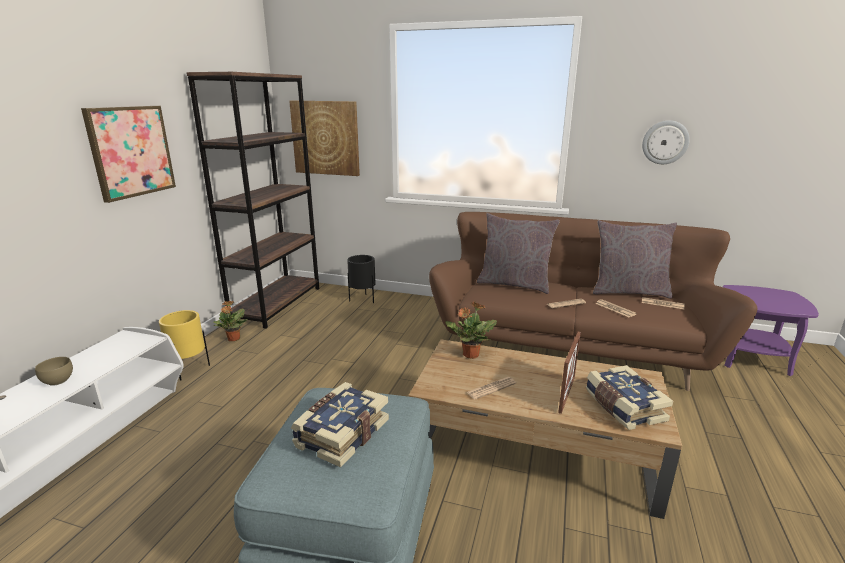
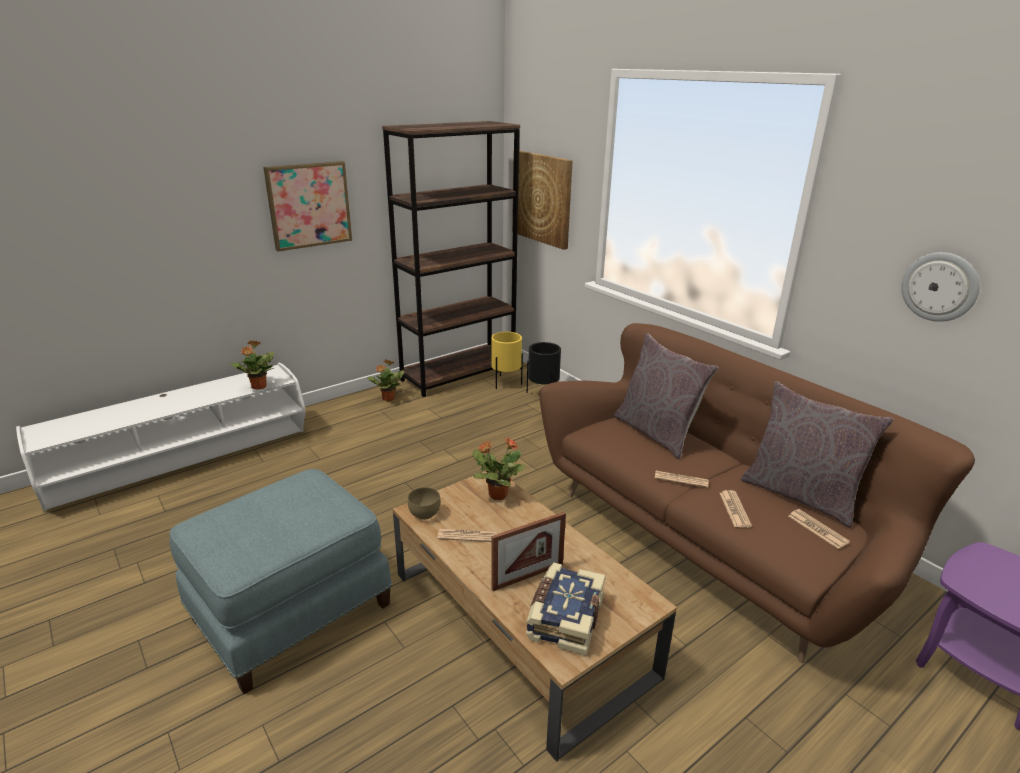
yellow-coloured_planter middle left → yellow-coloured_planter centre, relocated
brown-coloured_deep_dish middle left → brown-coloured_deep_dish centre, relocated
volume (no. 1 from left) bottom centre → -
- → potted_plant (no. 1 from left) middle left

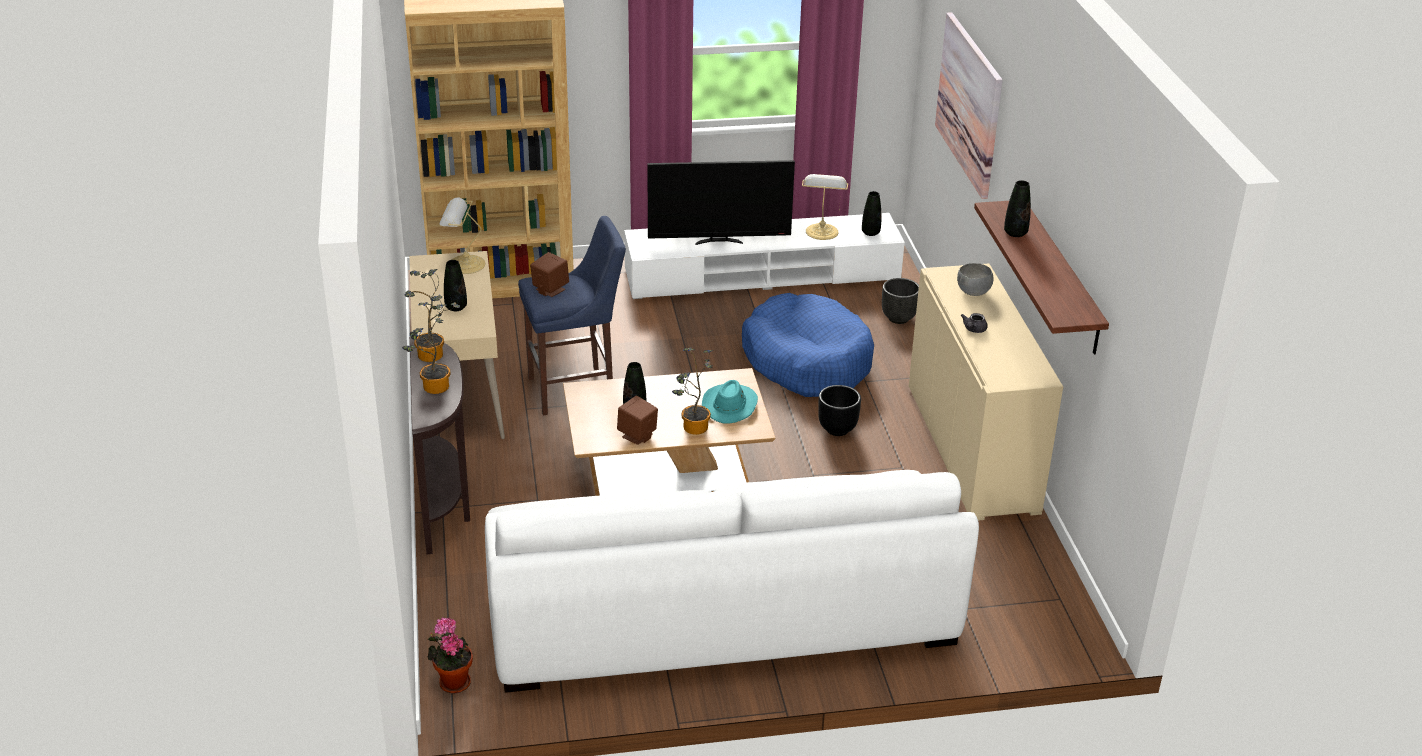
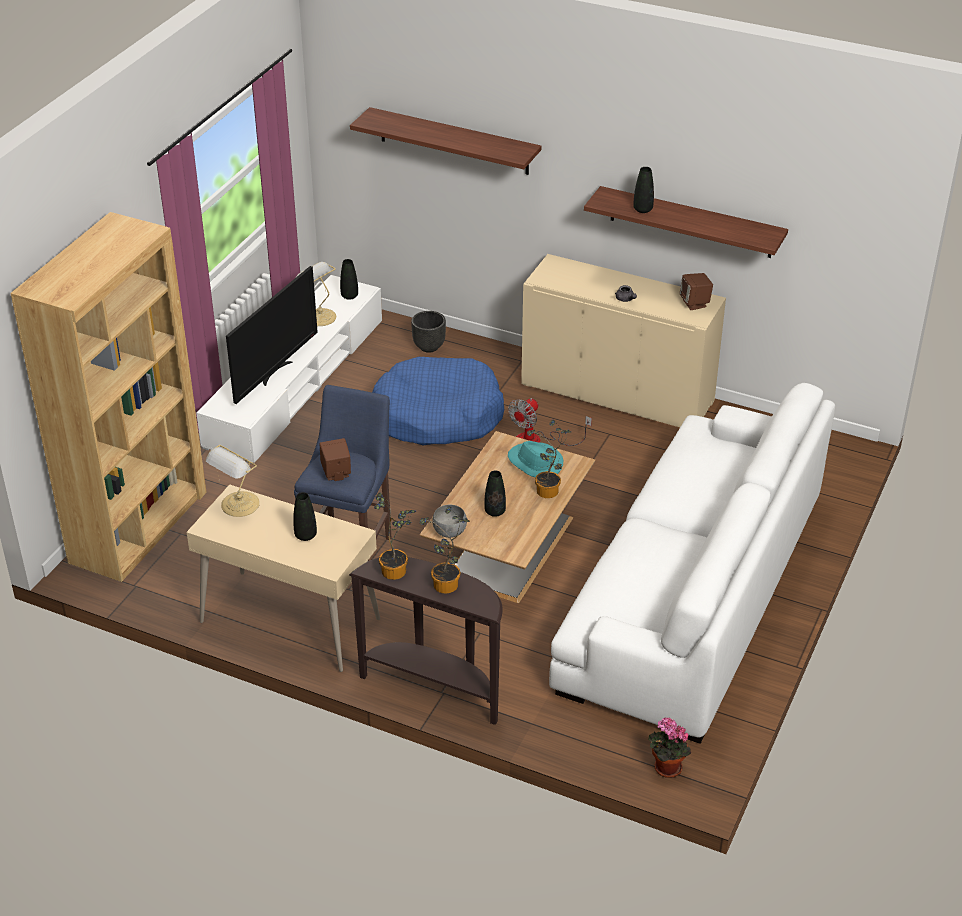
picture top right → wall_shelf (no. 1 from left) top centre
gray_deep_dish middle right → gray_deep_dish centre, relocated
blackish_planter (no. 1 from left) centre → electric_fan centre
brown-coloured_loudspeaker (no. 2 from left) centre → brown-coloured_loudspeaker (no. 2 from left) top right, relocated

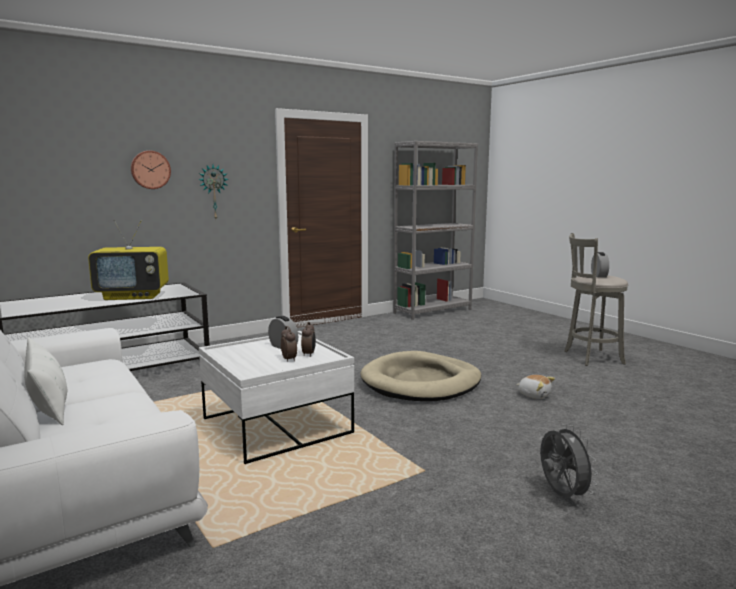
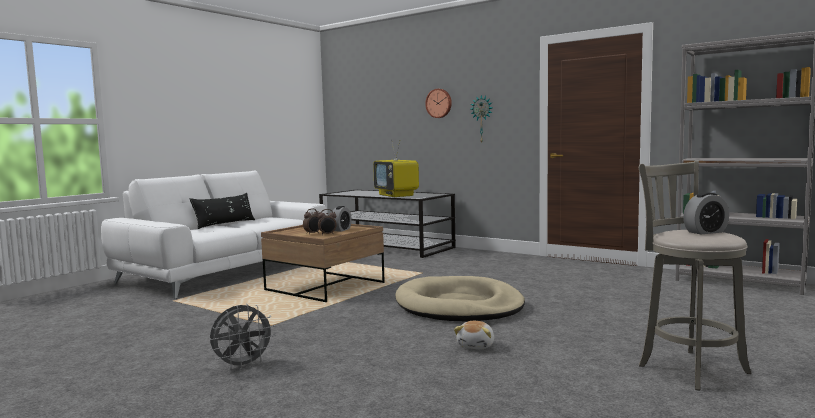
whitish_lounge_table bottom centre → brown-coloured_lounge_table centre
whitish_pillow middle left → blackish_pillow middle left

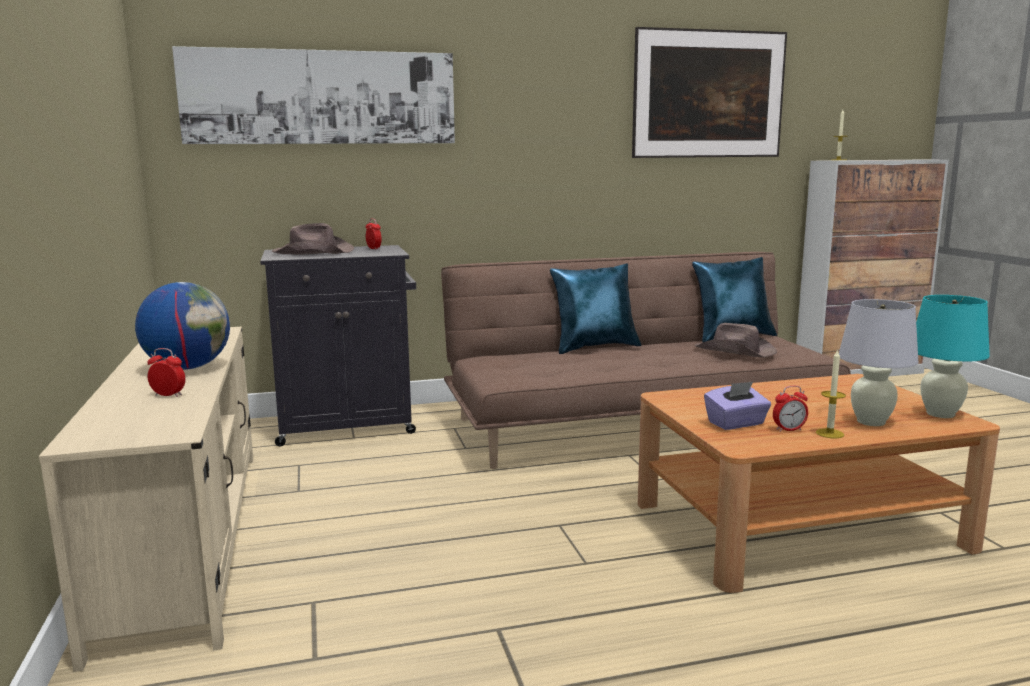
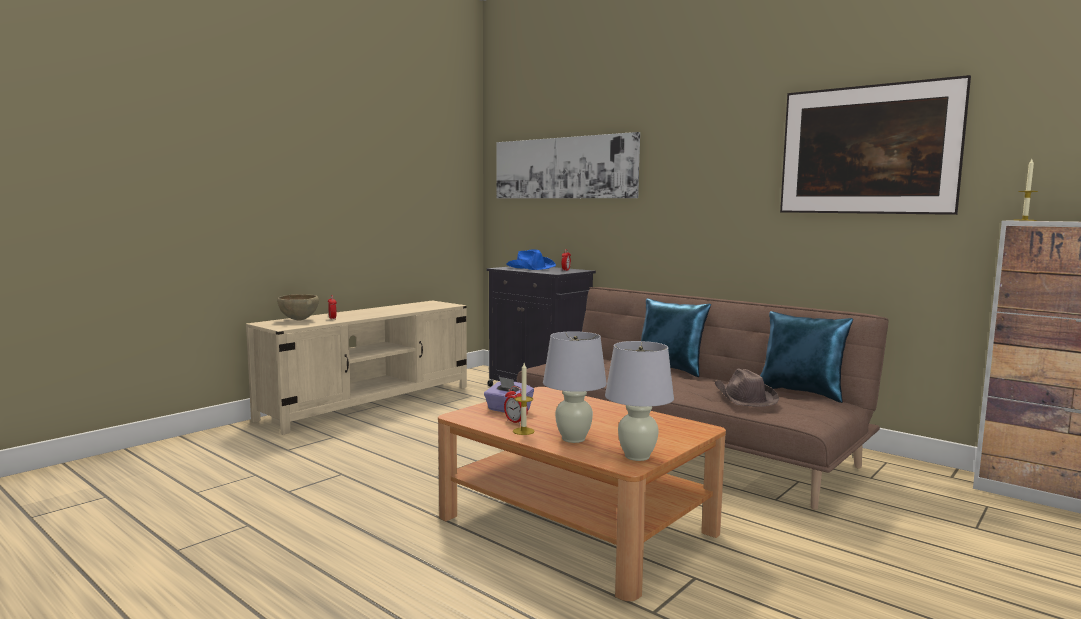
brown-coloured_wearable_hat (no. 1 from left) middle left → bluish_wearable_hat centre
world_globe middle left → -
blue-green_tabletop_lamp middle right → whitish_tabletop_lamp (no. 2 from left) centre
- → brown-coloured_deep_dish middle left

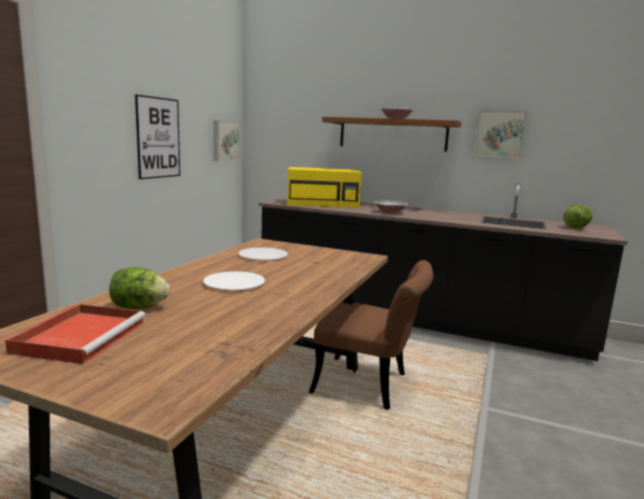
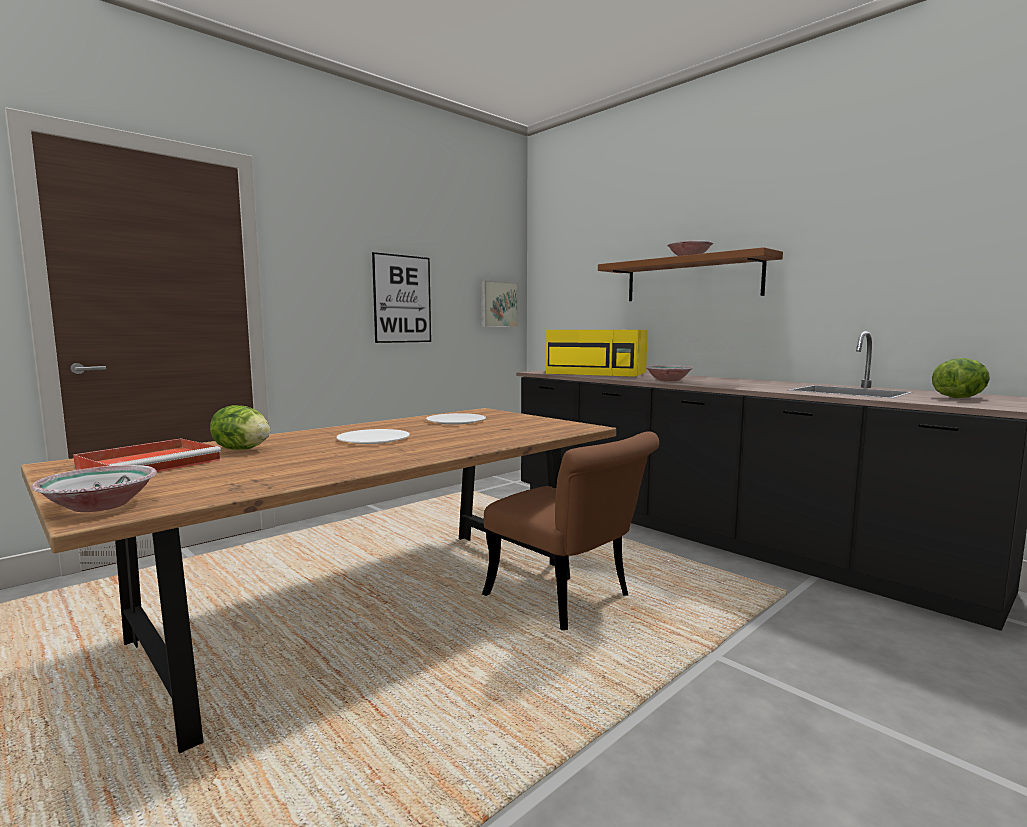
picture (no. 3 from left) top right → -
- → deep_dish (no. 1 from left) middle left

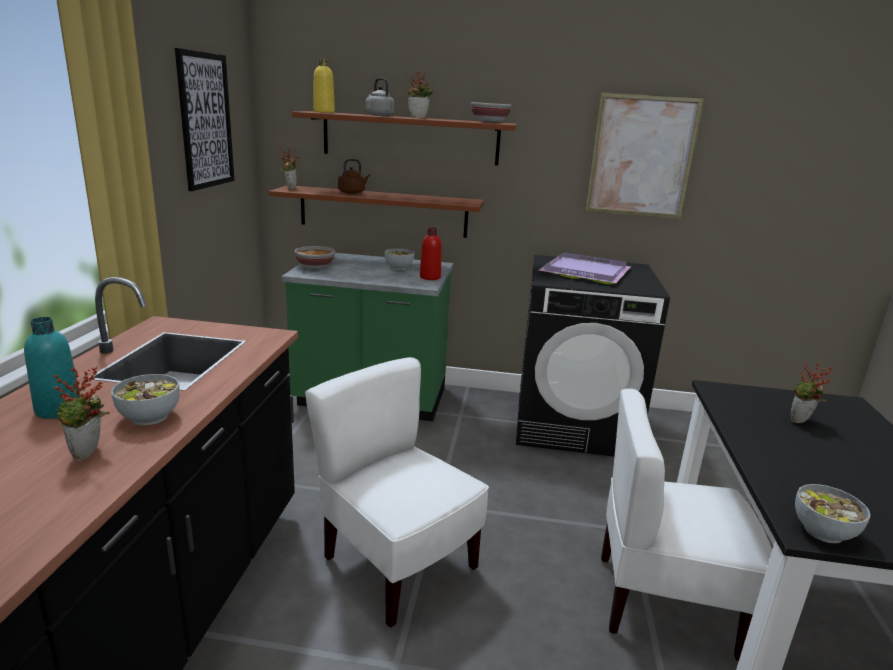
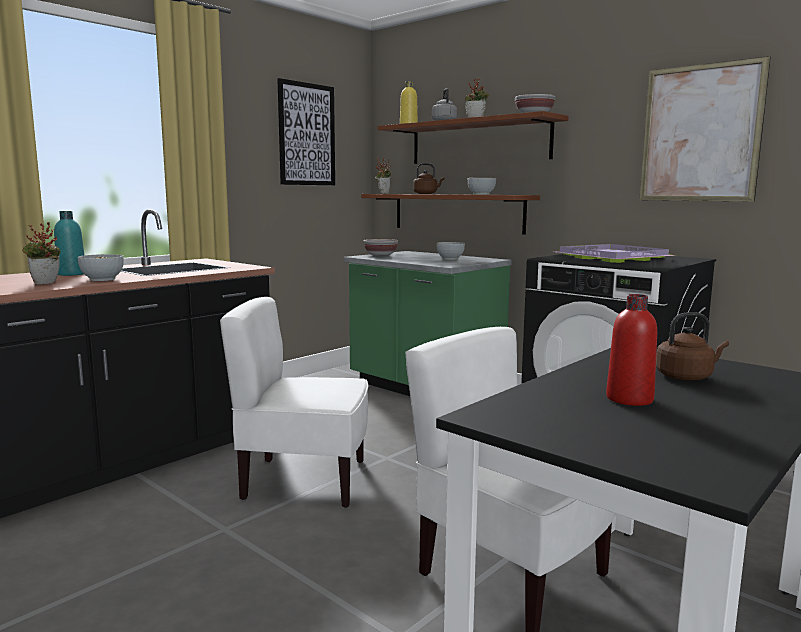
red_bottle centre → red_bottle middle right, relocated
whitish_plain_chair (no. 1 from left) bottom centre → whitish_plain_chair (no. 1 from left) centre, 75 degrees counterclockwise
potted_plant (no. 4 from left) middle right → brown-coloured_tea_kettle (no. 2 from left) middle right
deep_dish (no. 5 from left in the first image) bottom right → deep_dish (no. 4 from left) top centre, relocated

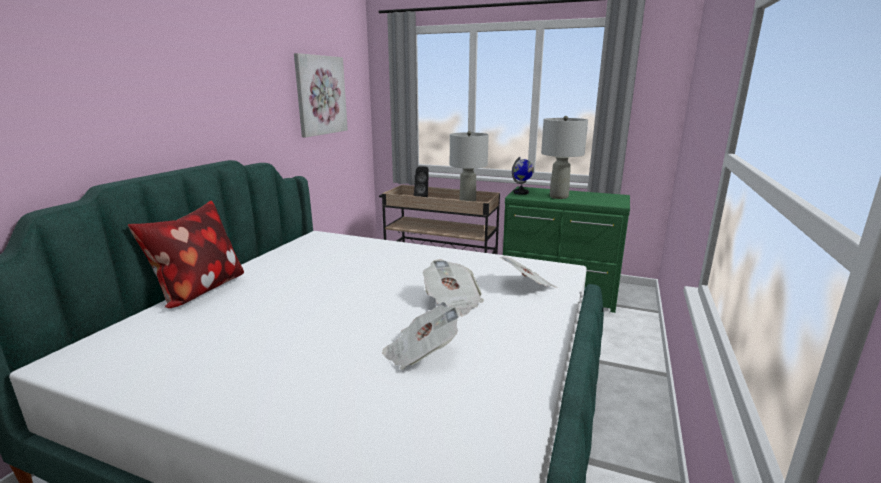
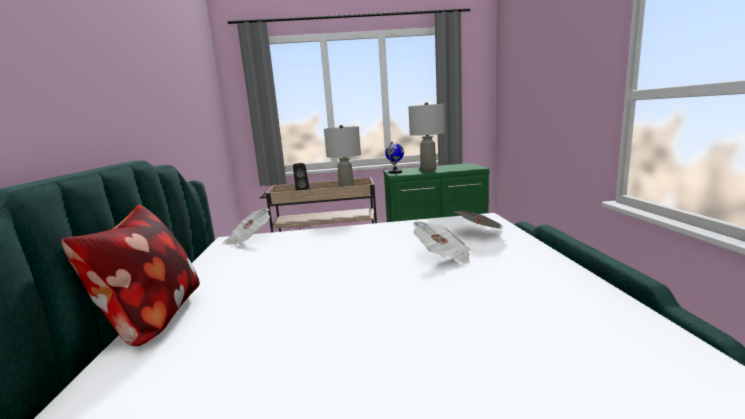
picture top centre → -
printed_paper (no. 1 from left) bottom centre → printed_paper (no. 1 from left) middle left, relocated

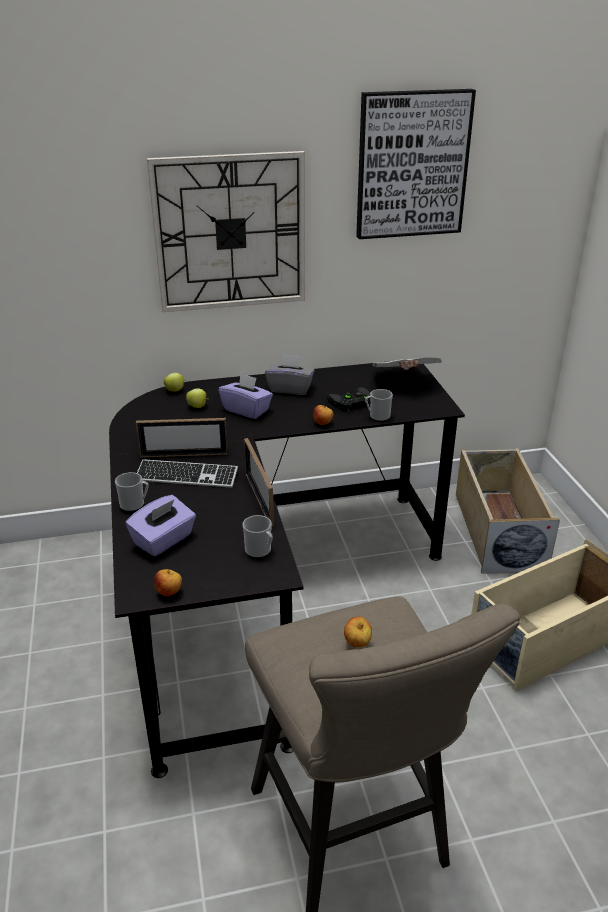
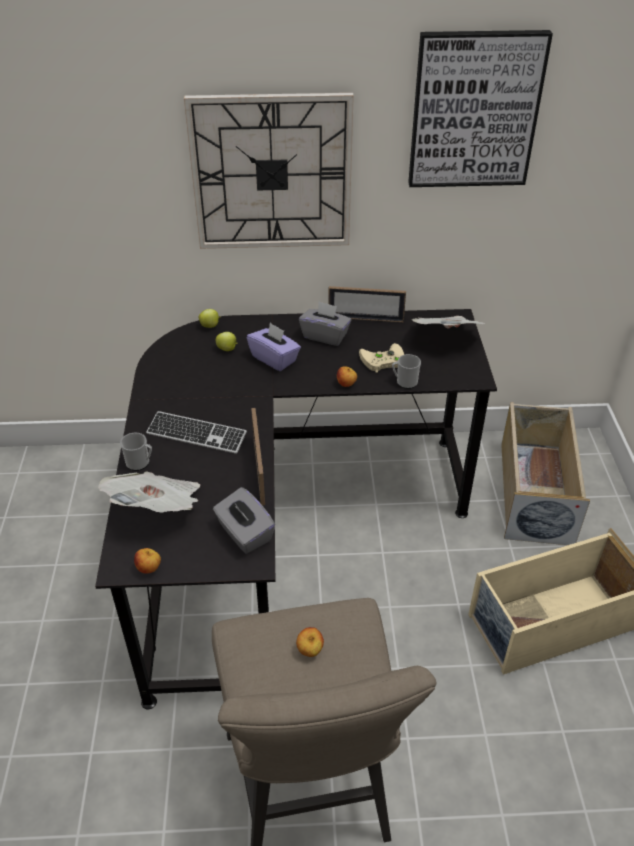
blackish_joypad centre → sand-coloured_joypad centre
picture_frame (no. 1 from left in the first image) middle left → picture_frame (no. 2 from left) centre, relocated
purple_box_of_tissues (no. 1 from left) middle left → printed_paper (no. 1 from left) middle left
coffee_mug (no. 2 from left) centre → gray_box_of_tissues (no. 1 from left) centre

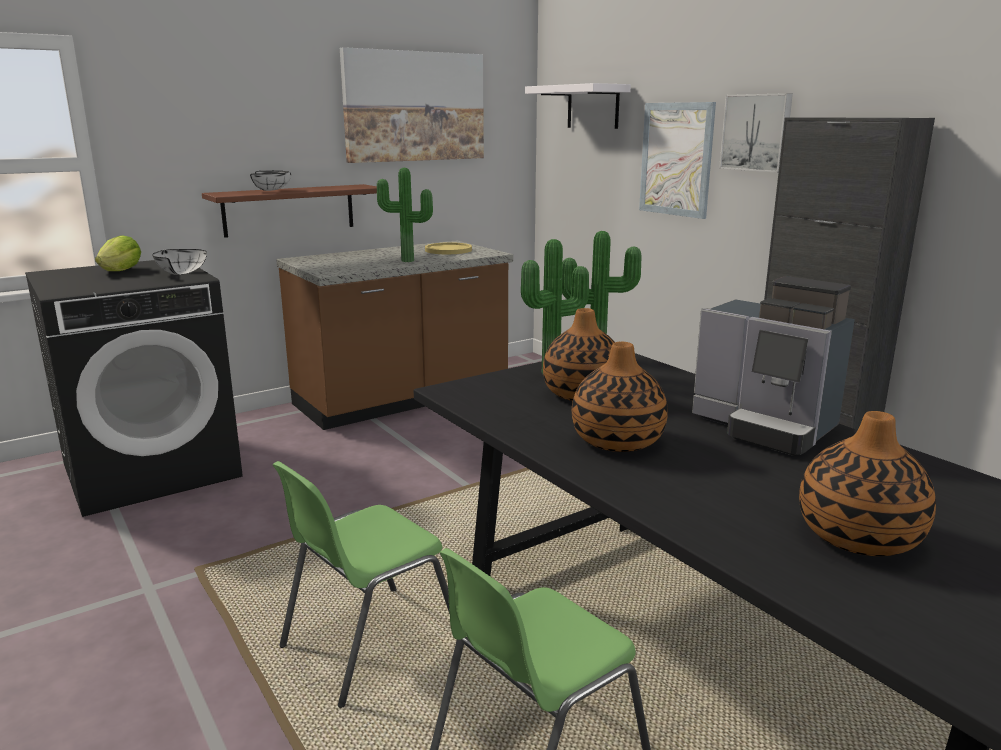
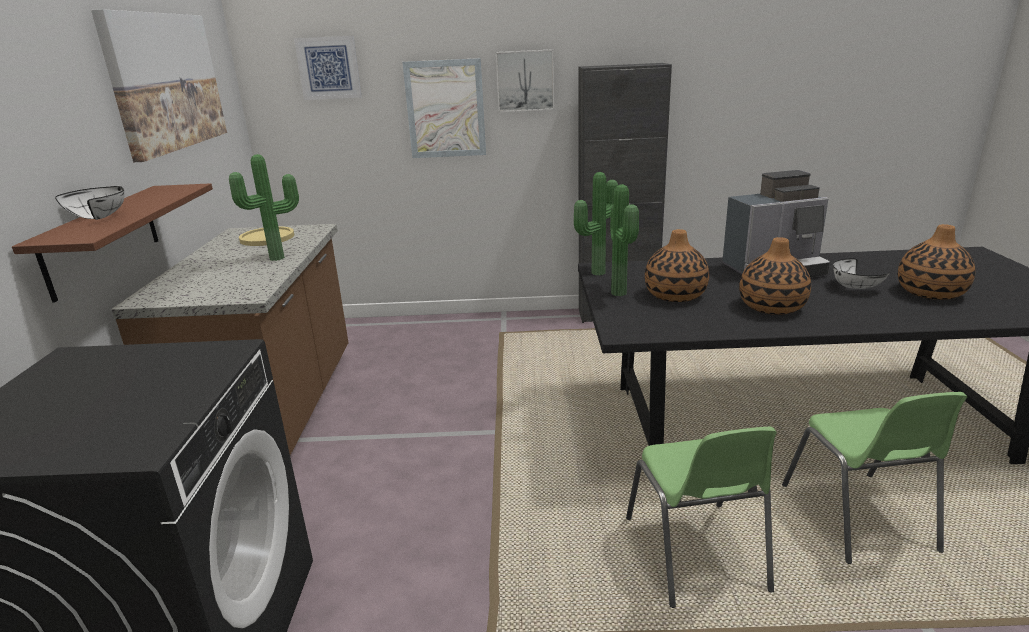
whitish_wall_shelf top centre → picture (no. 2 from left) top left
lettuce middle left → -
whitish_deep_dish (no. 1 from left in the first image) middle left → whitish_deep_dish (no. 2 from left) middle right, relocated

